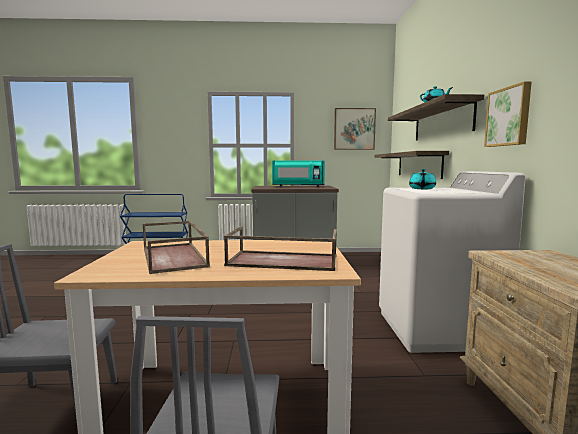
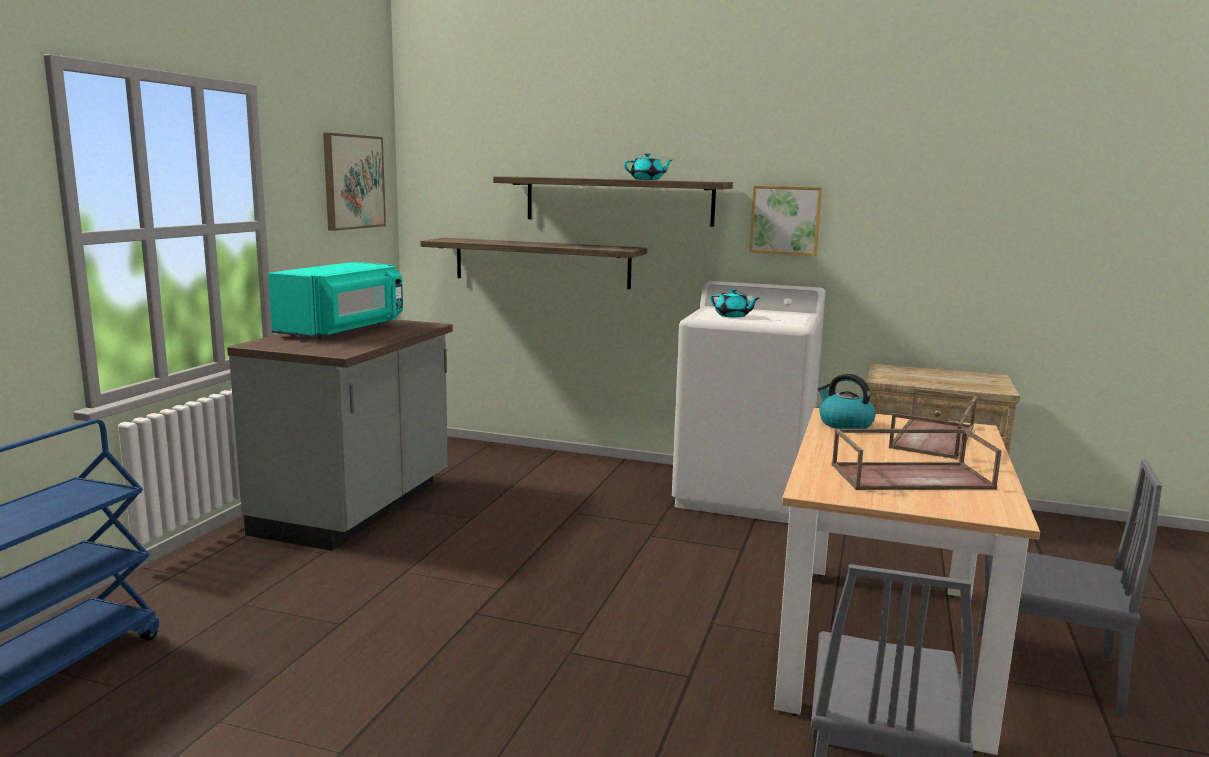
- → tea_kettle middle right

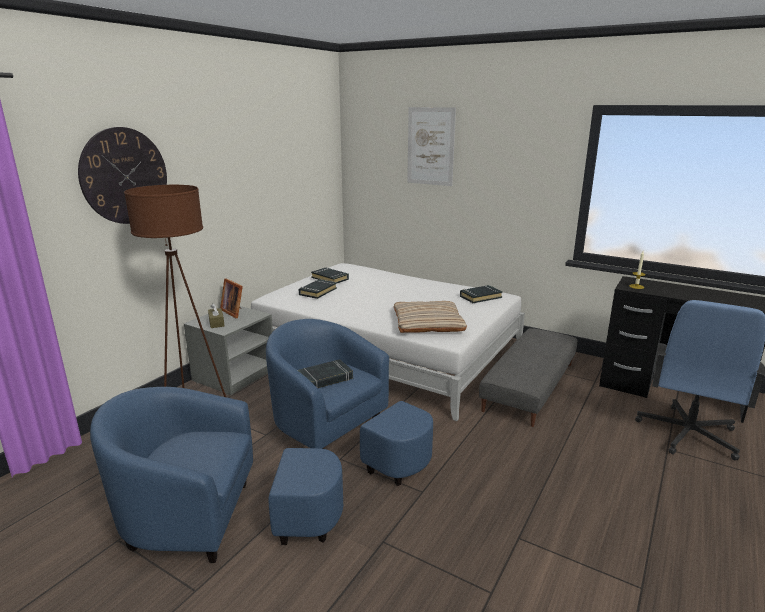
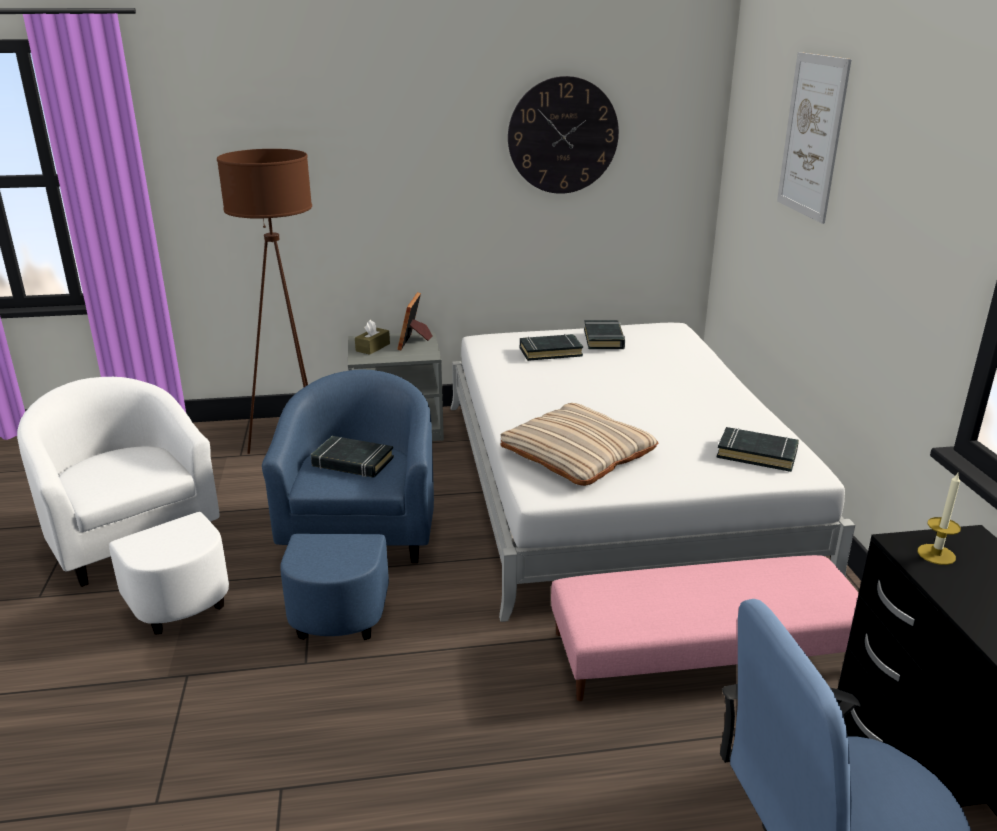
clock_on_the_wall top left → clock_on_the_wall top centre, relocated
gray_pouffe middle right → pink_pouffe bottom right
bluish_armchair (no. 1 from left) bottom left → whitish_armchair middle left

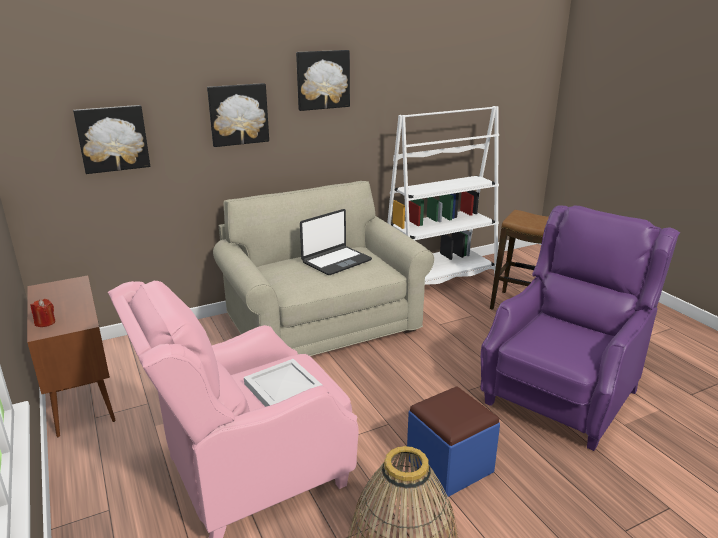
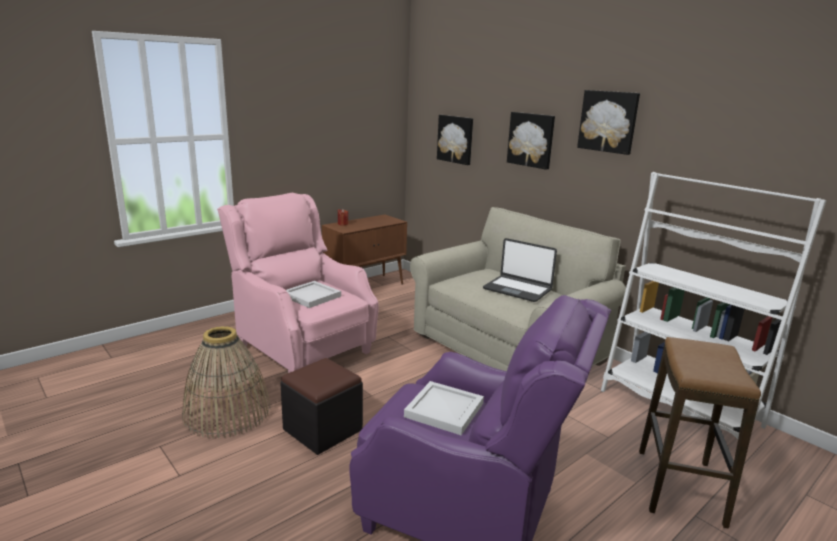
bluish_pouffe bottom centre → blackish_pouffe bottom centre
- → whitish_serving_tray (no. 2 from left) bottom centre

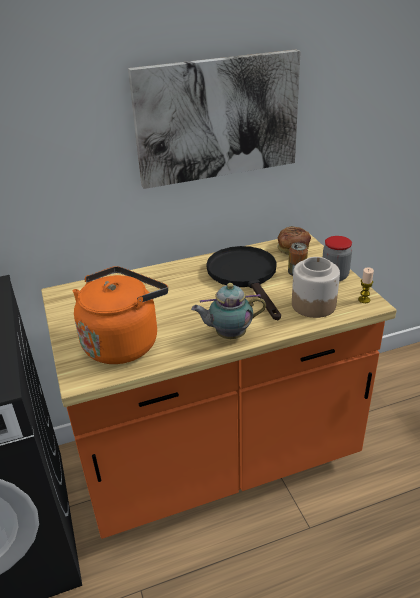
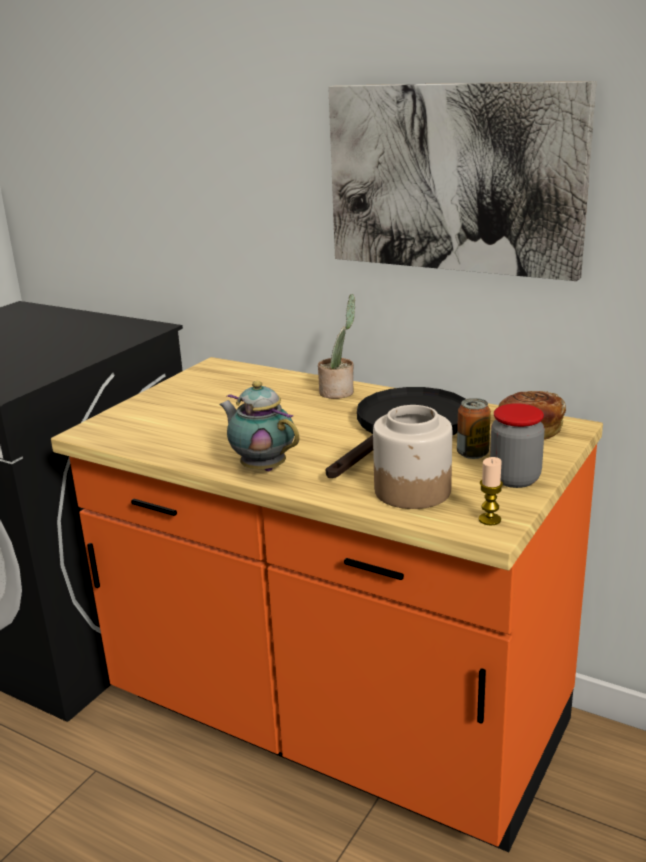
orange-coloured_tea_kettle middle left → -
- → potted_plant centre

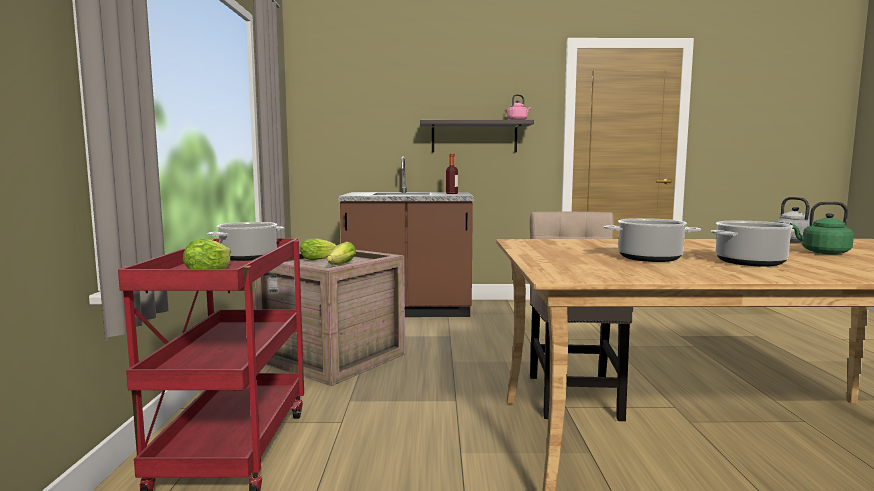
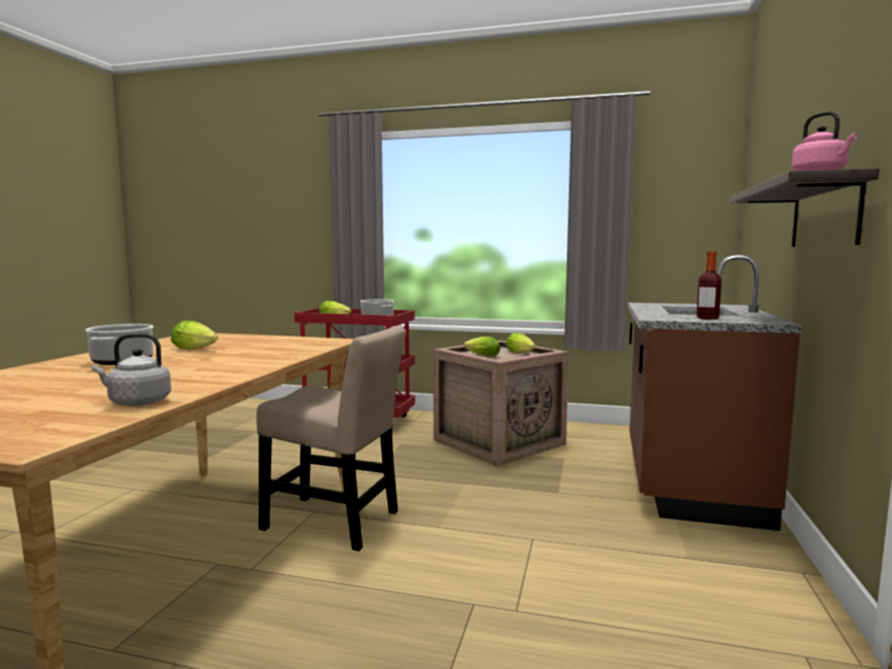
green_tea_kettle middle right → -
cooking_pot (no. 2 from left) middle right → lettuce (no. 1 from left) middle left

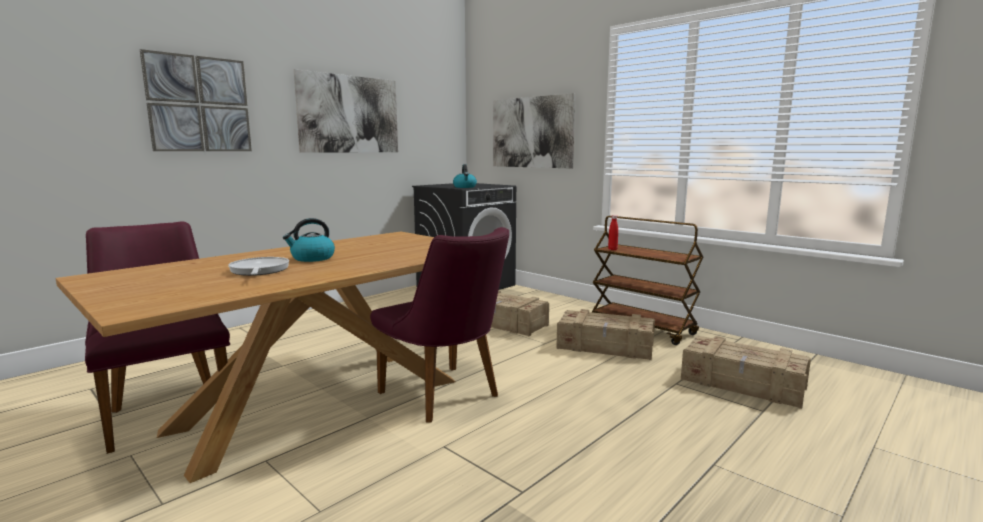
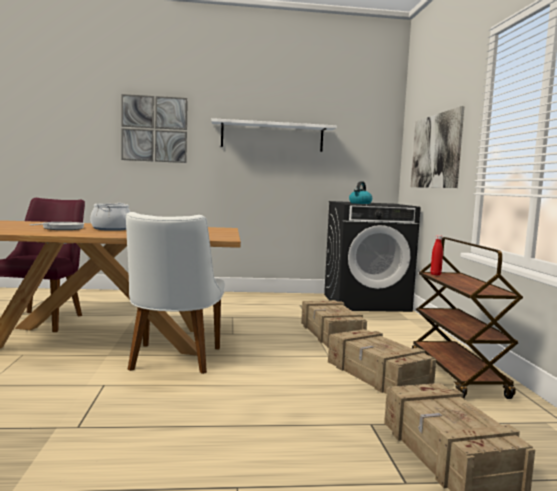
picture (no. 2 from left) top centre → whitish_wall_shelf top centre
tea_kettle (no. 1 from left) middle left → cooking_pot middle left
purple_plain_chair (no. 2 from left) centre → whitish_plain_chair middle left

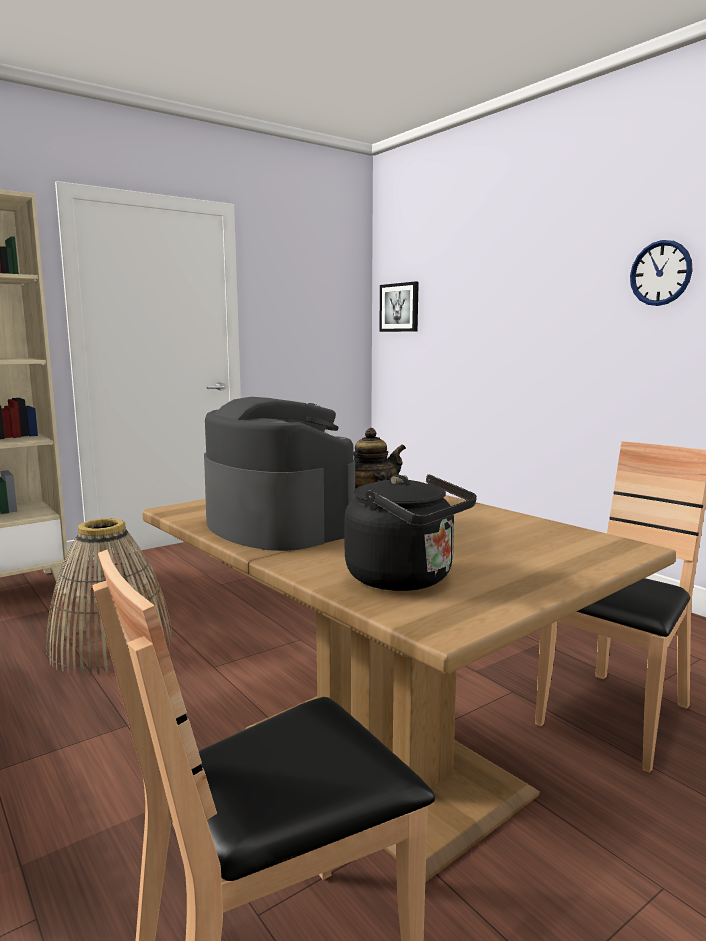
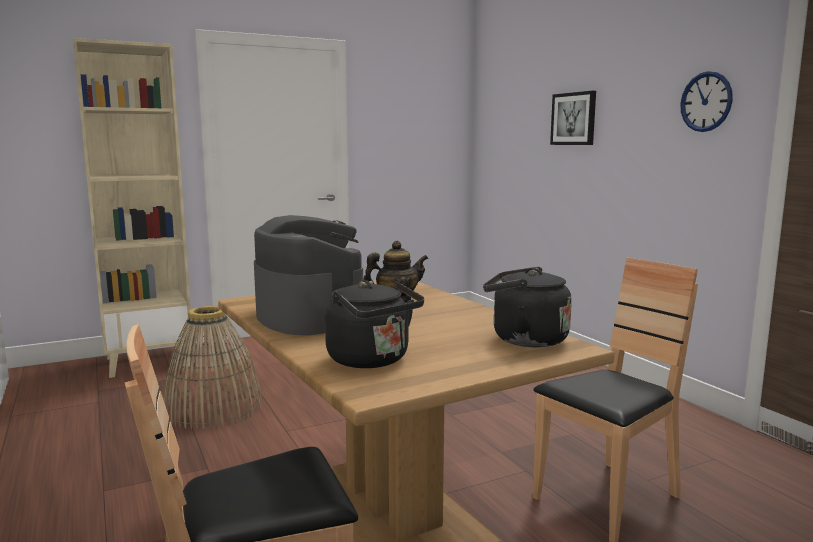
picture top centre → picture top right, relocated
- → blackish_tea_kettle (no. 2 from left) centre

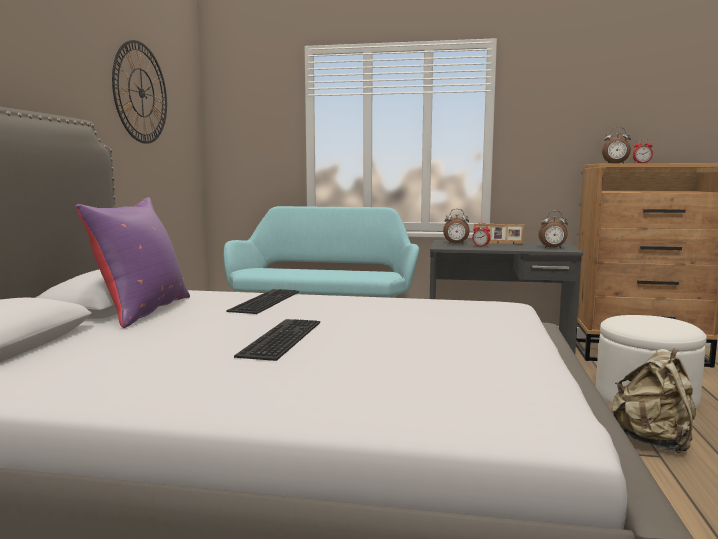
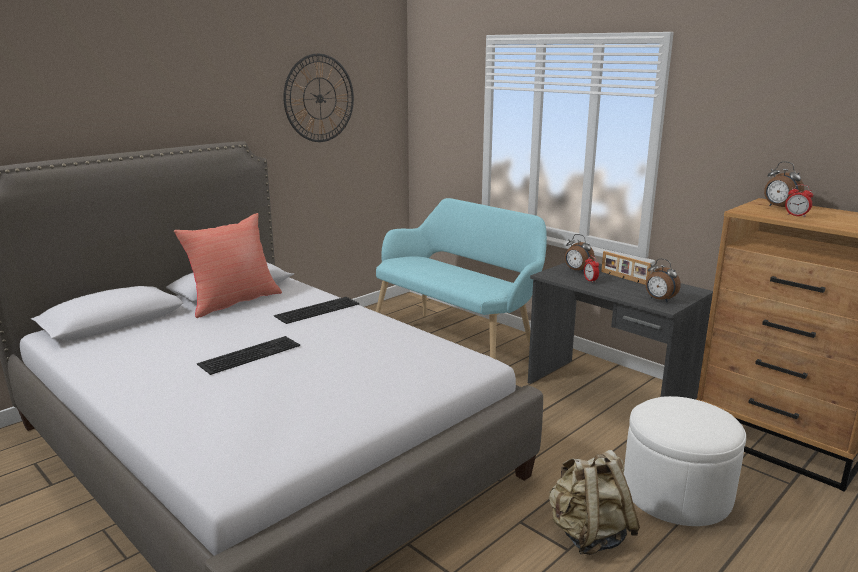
purple_pillow middle left → red_pillow middle left

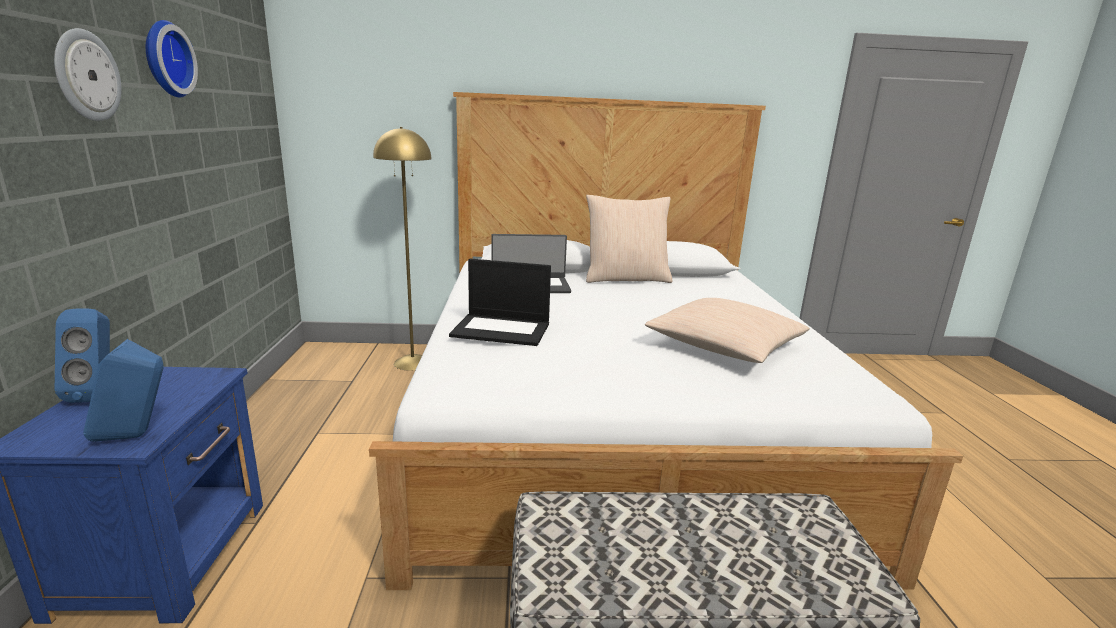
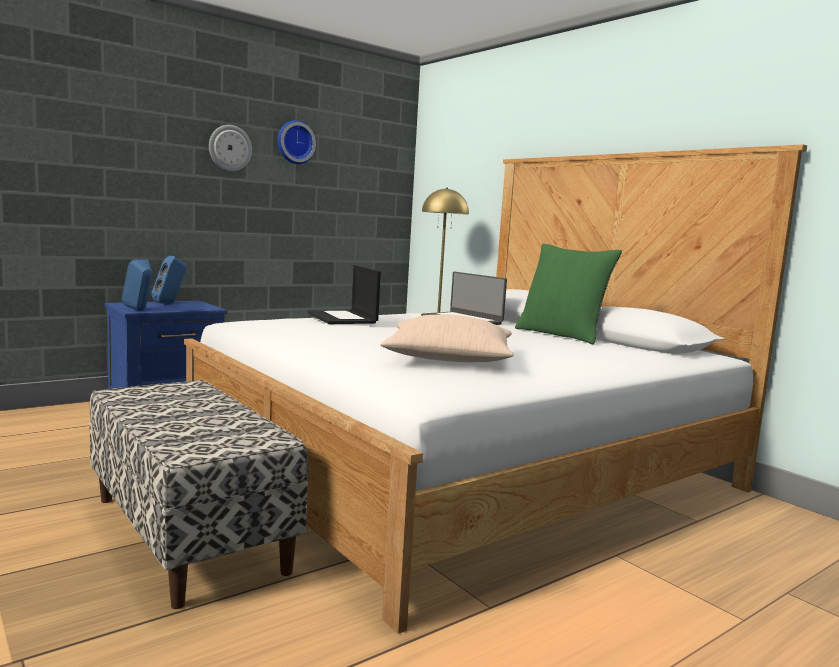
sand-coloured_pillow (no. 1 from left) centre → green_pillow middle right

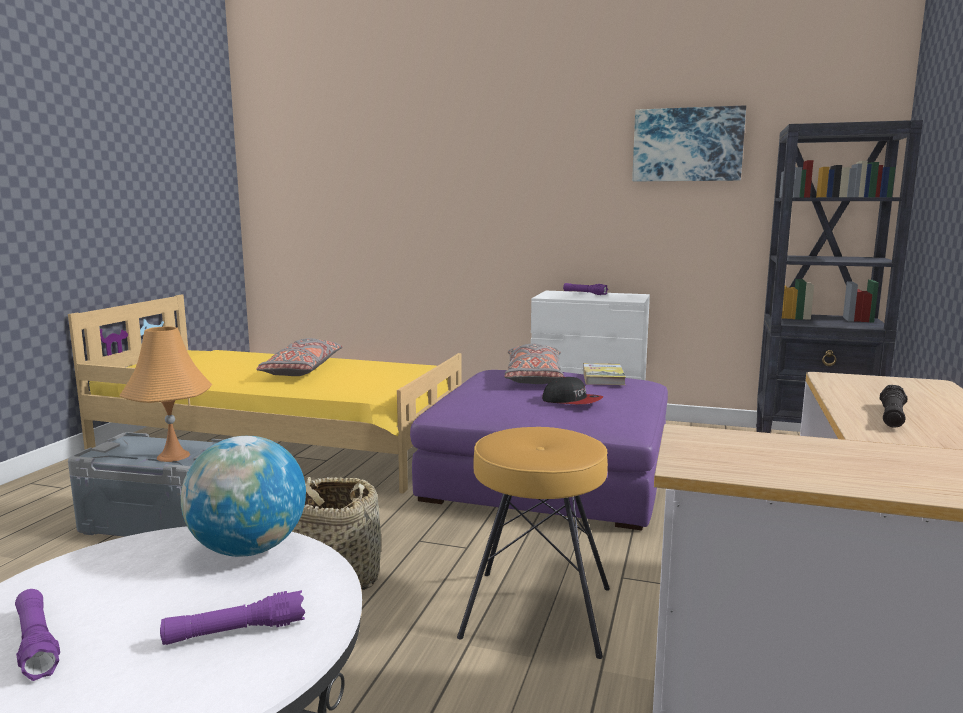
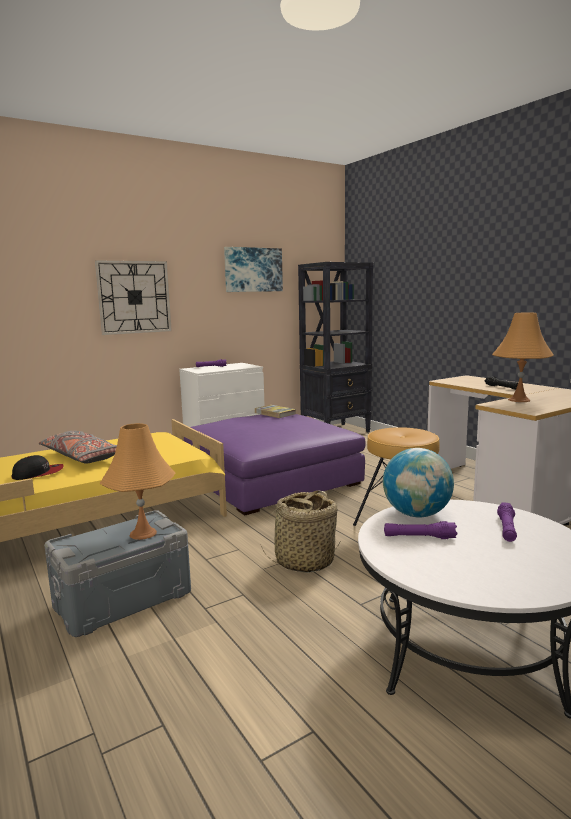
gray_pillow (no. 2 from left) centre → -
peaked_cap centre → peaked_cap middle left, relocated
purple_torch (no. 1 from left in the first image) bottom left → purple_torch (no. 2 from left) middle right, relocated
- → clock_on_the_wall middle left
- → orange-coloured_tabletop_lamp (no. 2 from left) middle right

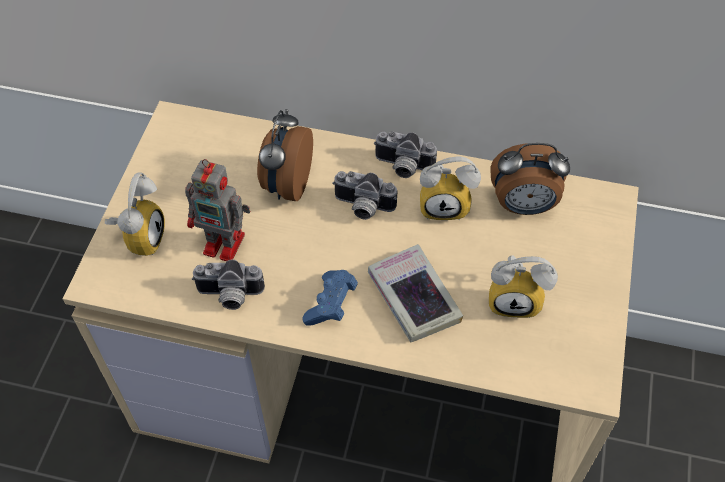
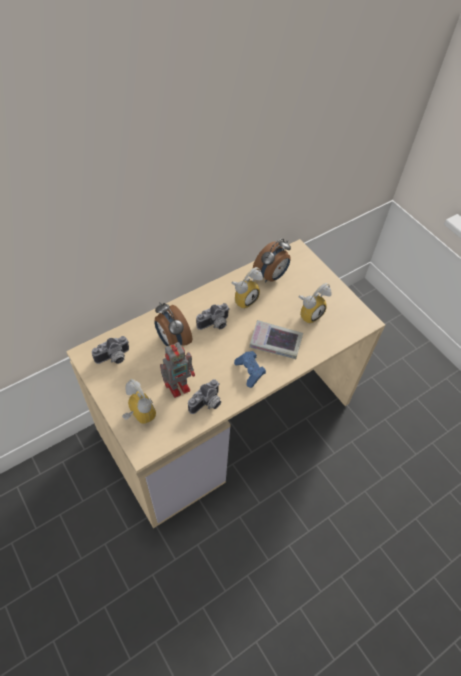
photo_camera (no. 3 from left in the first image) top centre → photo_camera (no. 1 from left) middle left, relocated

